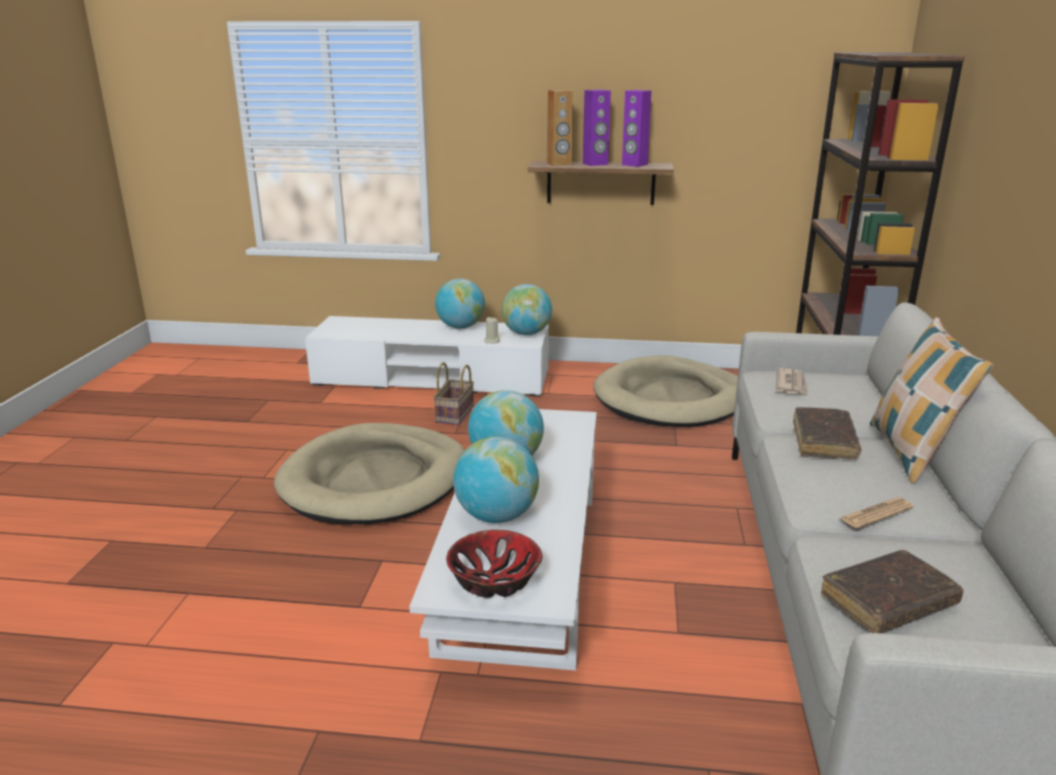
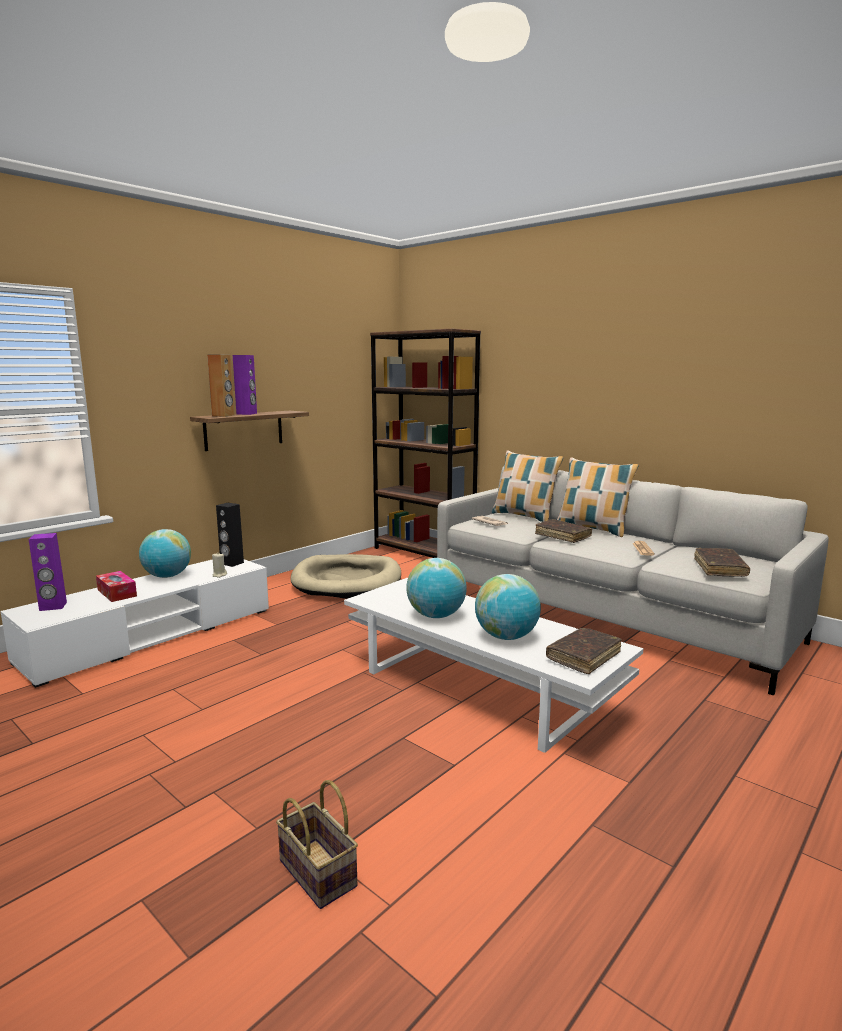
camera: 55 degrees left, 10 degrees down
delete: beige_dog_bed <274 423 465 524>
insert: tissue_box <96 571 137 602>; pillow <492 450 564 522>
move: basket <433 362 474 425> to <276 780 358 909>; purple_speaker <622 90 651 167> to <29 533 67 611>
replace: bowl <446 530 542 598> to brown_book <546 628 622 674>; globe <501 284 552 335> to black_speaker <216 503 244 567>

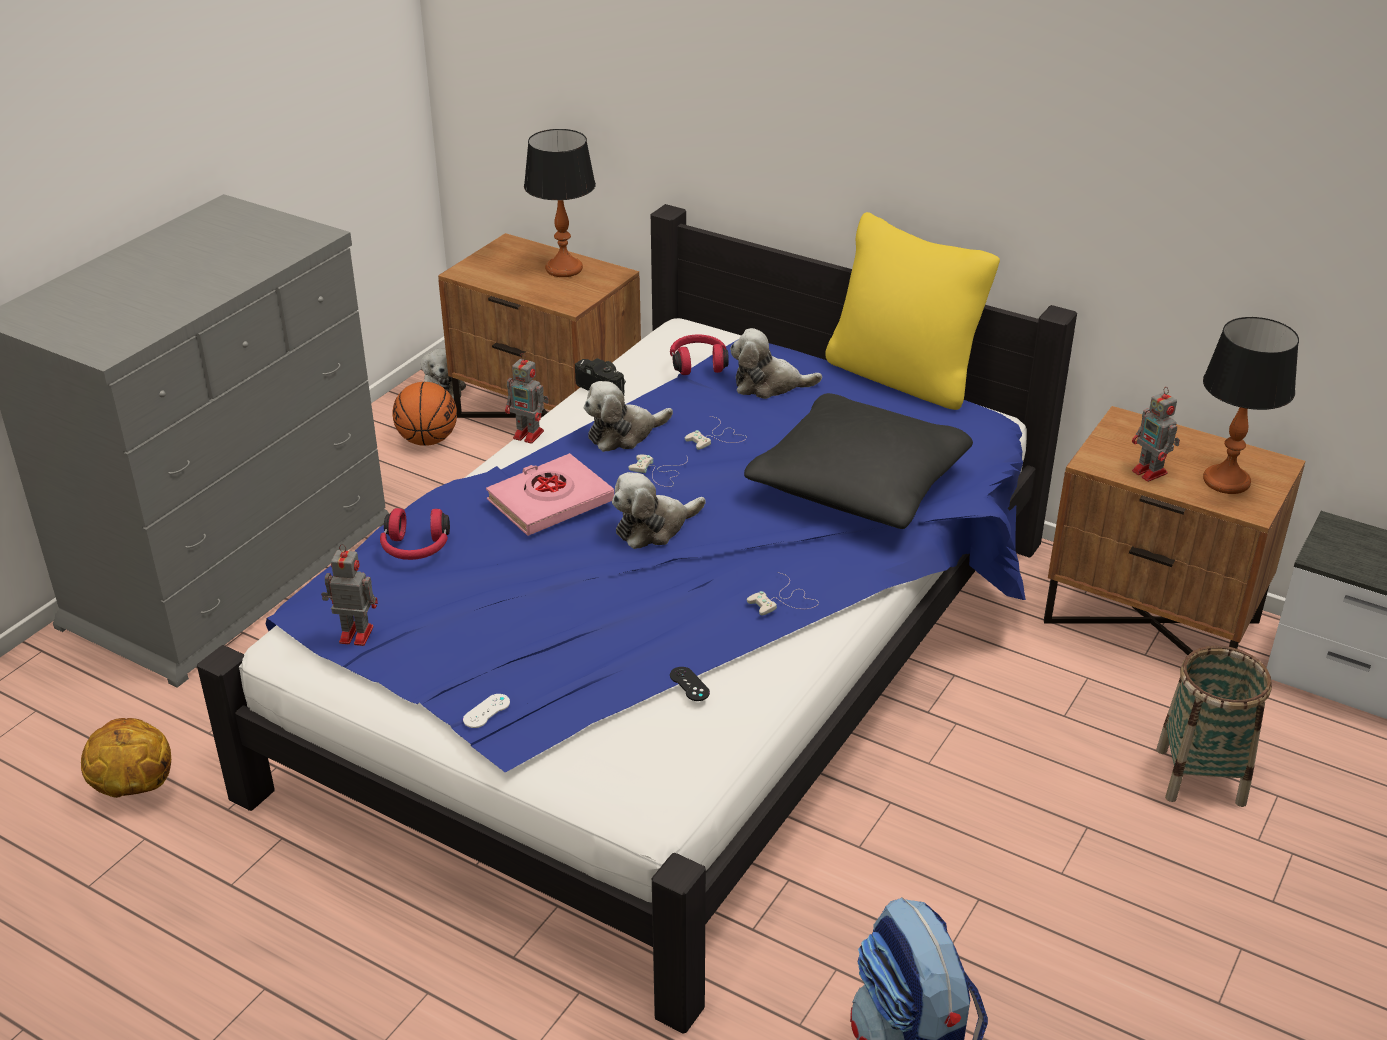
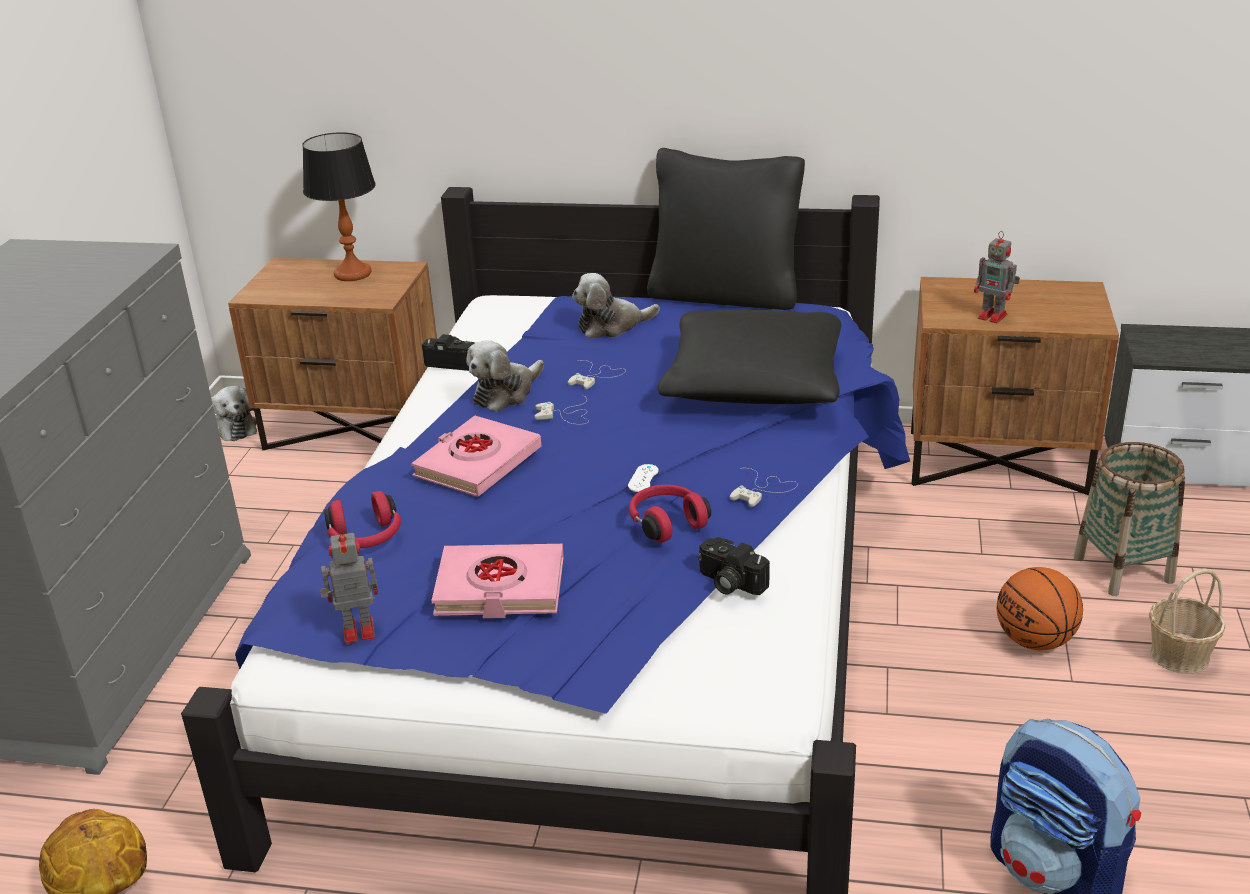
camera: 20 degrees left, 5 degrees down
delete: toy_robot <505 353 549 444>; plush_toy <612 472 705 549>; table_lamp <1203 317 1299 494>
insert: pink_book <431 544 564 618>; basket <1149 568 1226 674>
move: basketball <392 382 457 446> to <997 567 1083 650>; white_game_controller <463 694 510 728> to <628 464 659 492>; red_headphones <670 334 729 375> to <629 485 711 543>
replace: black_game_controller <670 667 710 701> to photo_camera <698 537 770 595>
recolor: yellow_pillow <825 212 1000 410> to black_pillow <647 148 805 310>

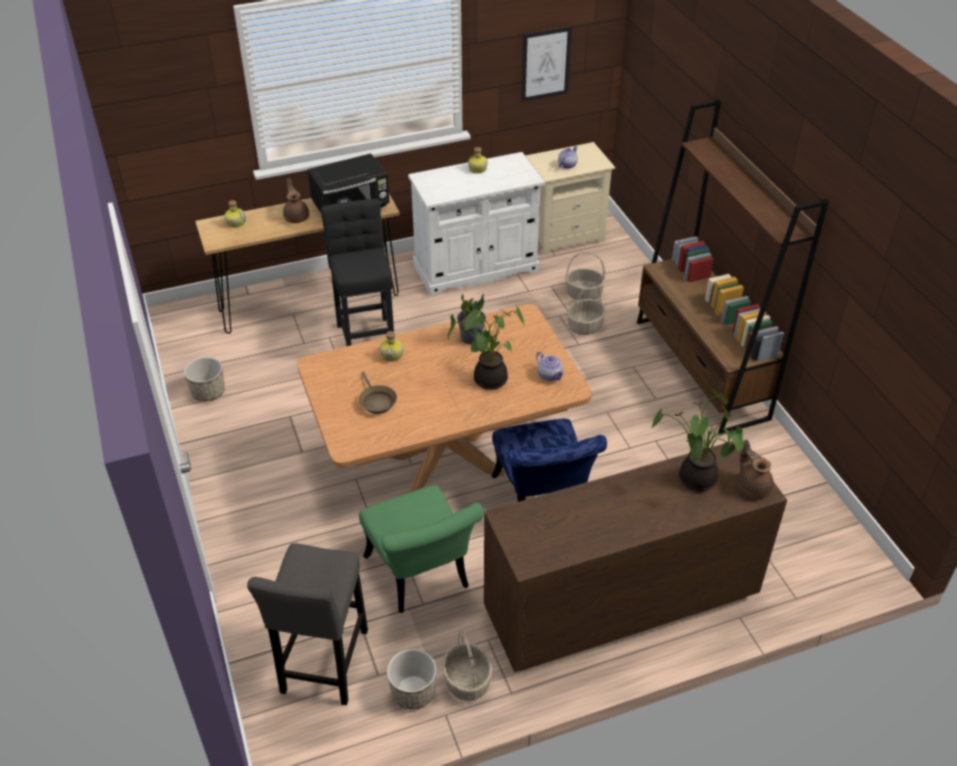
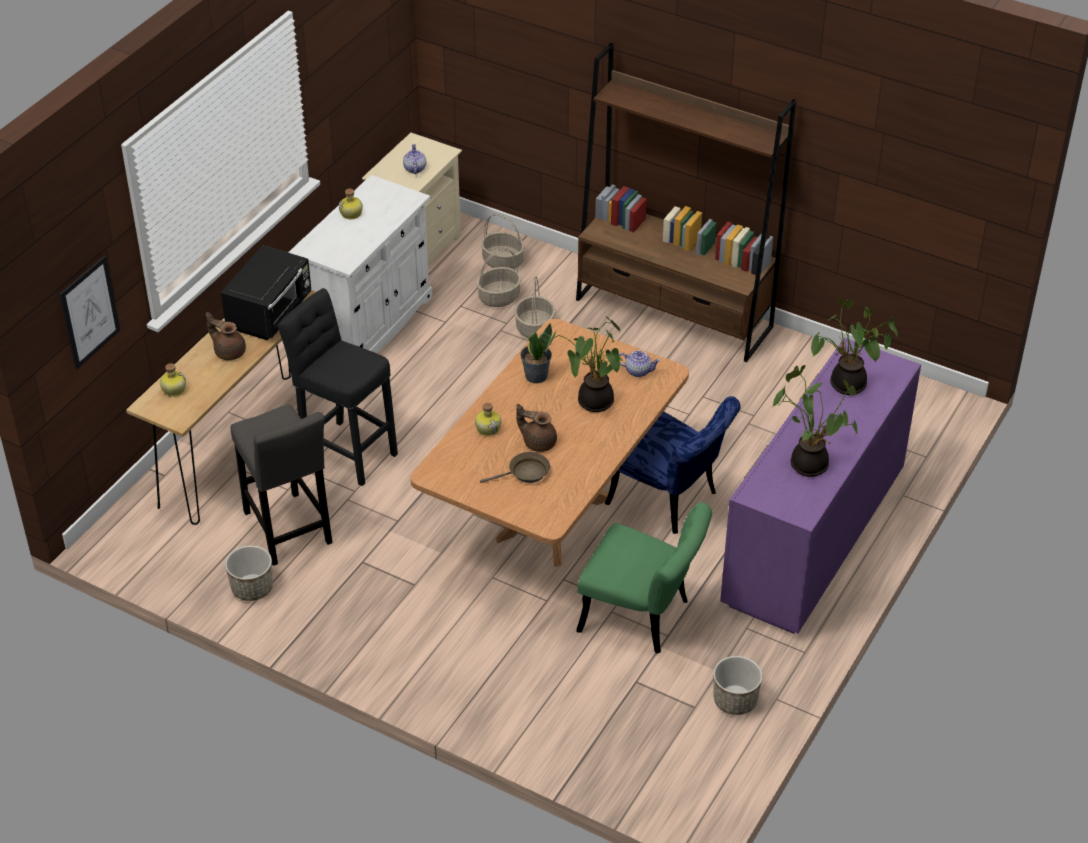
camera: 40 degrees left, 0 degrees up
insert: potted_plant <773 365 858 477>
move: grey_stool <247 543 368 705> to <231 404 332 566>; basket <442 630 492 701> to <481 213 525 269>; picture <521 26 572 102> to <59 255 120 369>; brown_teapot <738 439 774 499> to <516 404 557 452>
recolor: brown_dresser <484 441 787 672> to purple_dresser <720 338 921 634>
rotate: brown_frying_pan <359 372 397 414> = <480 452 550 483> 45 degrees counterclockwise

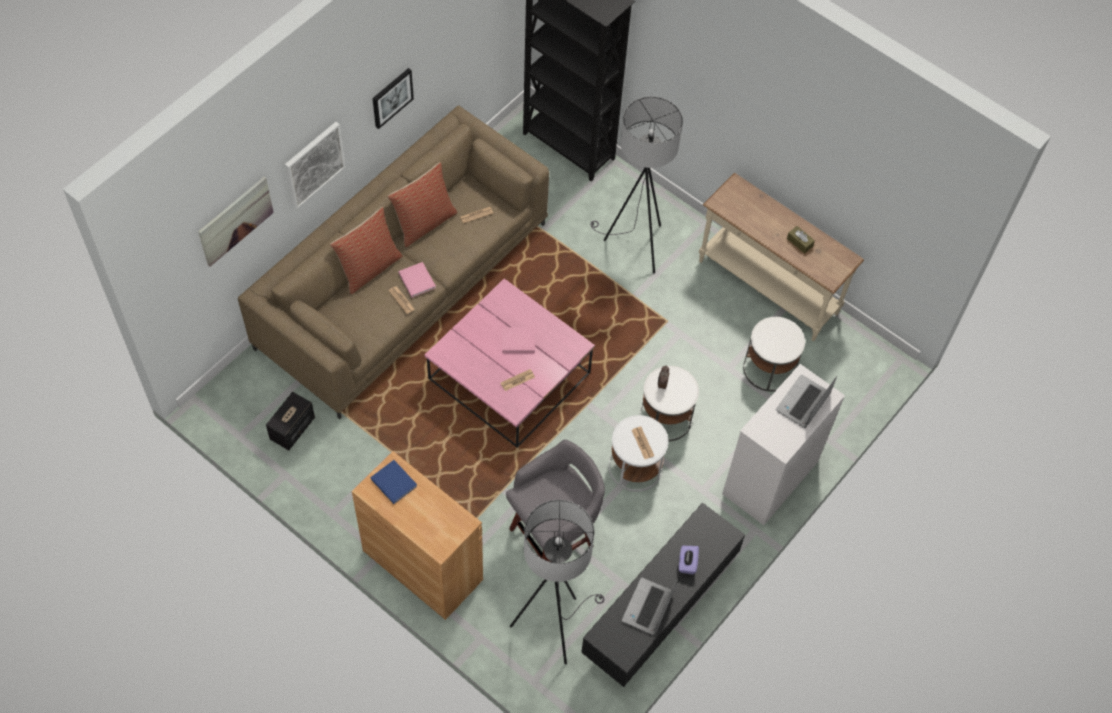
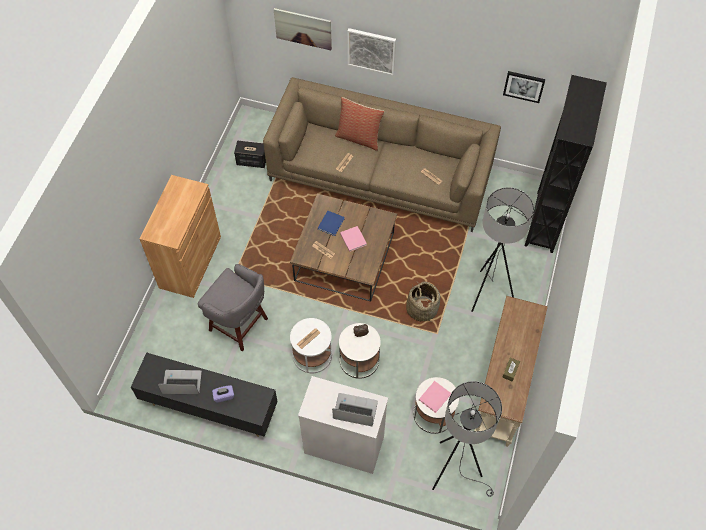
camera: 70 degrees right, 0 degrees up
delete: pillow <388 162 457 247>
insert: basket <406 282 440 322>
move: blue_book <371 460 417 504> to <318 211 345 236>; picture <373 68 414 129> to <503 71 546 103>; pink_book <398 262 436 298> to <419 381 451 413>; grey_floor_lamp <510 500 604 664> to <432 381 502 497>
recolor: pink_coffee_table <425 279 595 448> to brown_coffee_table <290 193 397 302>

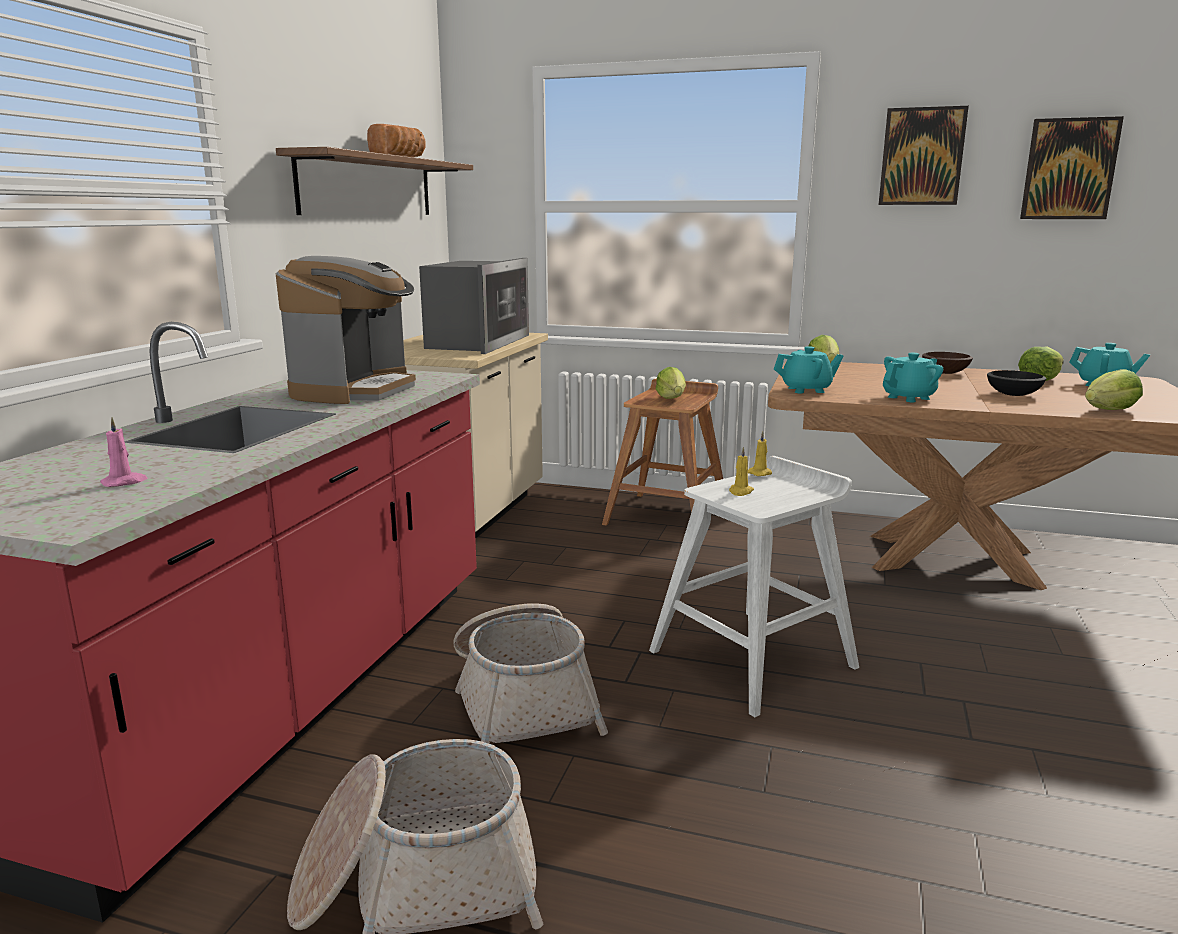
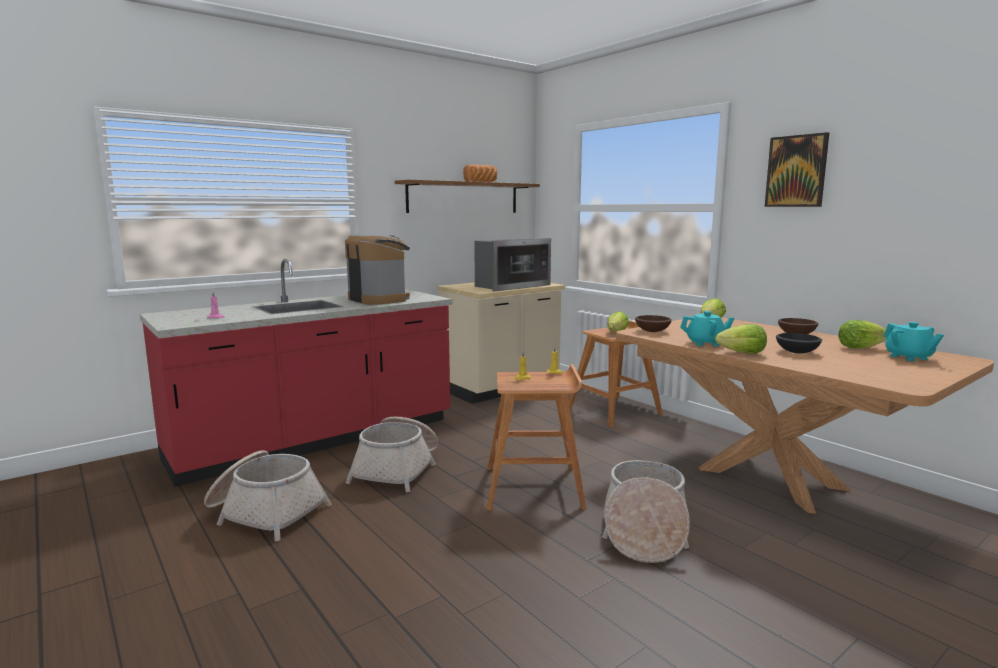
camera: 35 degrees right, 5 degrees down
delete: picture <1020 116 1124 219>
insert: basket <602 460 690 563>
move: lettuce <1085 369 1143 410> to <715 324 767 354>
replace: turquoise_teapot <774 346 844 393> to brown_bowl <635 315 672 332>
recolor: white_stool <649 456 859 717> to brown_stool <487 364 586 510>
rotate: coffee_machine <276 256 416 404> = <345 234 410 305> 90 degrees counterclockwise

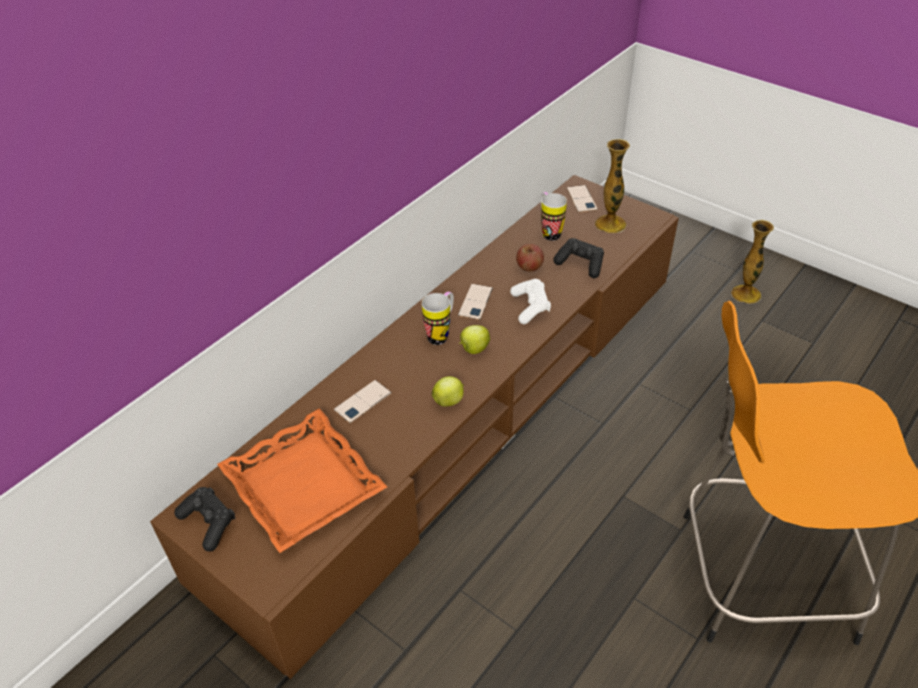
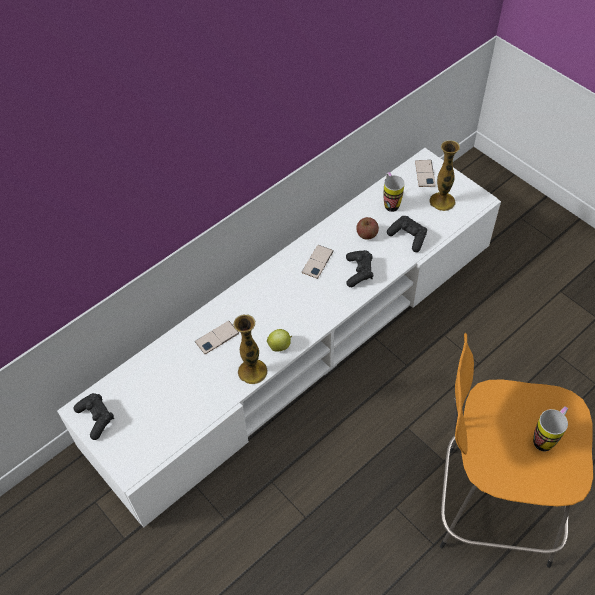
camera: 10 degrees right, 10 degrees up
delete: orange_tray <217 408 387 553>; apple <459 325 490 354>
move: mug <422 292 454 345> to <533 406 568 451>; vase <731 220 774 304> to <233 315 268 384>
recolor: brown_tv_stand <150 175 679 679> to white_tv_stand <57 148 501 527>; white_game_controller <510 279 551 324> to black_game_controller <346 250 373 287>

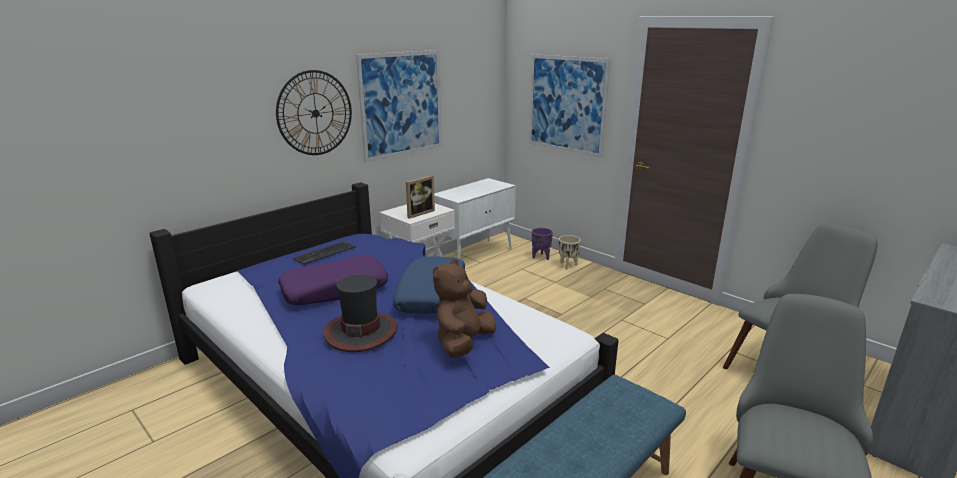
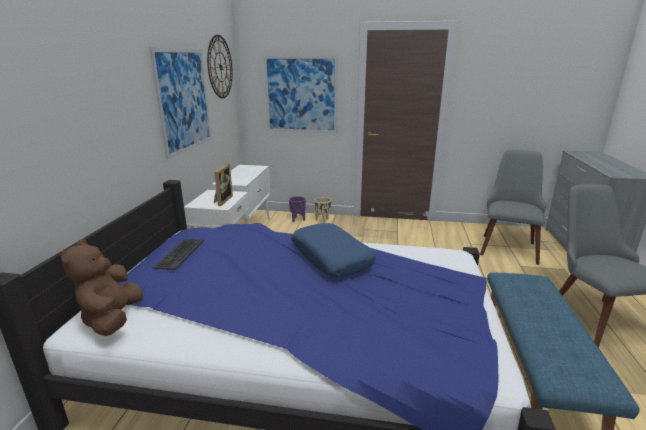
camera: 35 degrees left, 0 degrees up
delete: purple_pillow <278 255 388 305>; hat <324 275 398 352>
move: wall_clock <276 70 352 155> to <207 35 233 98>; brown_plush_toy <433 259 496 358> to <60 239 143 336>

